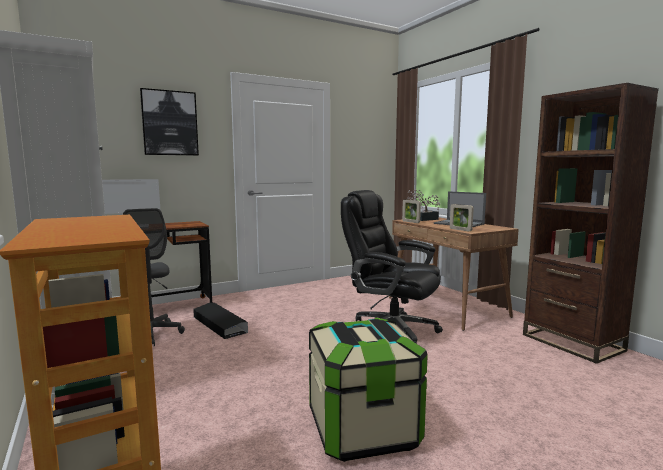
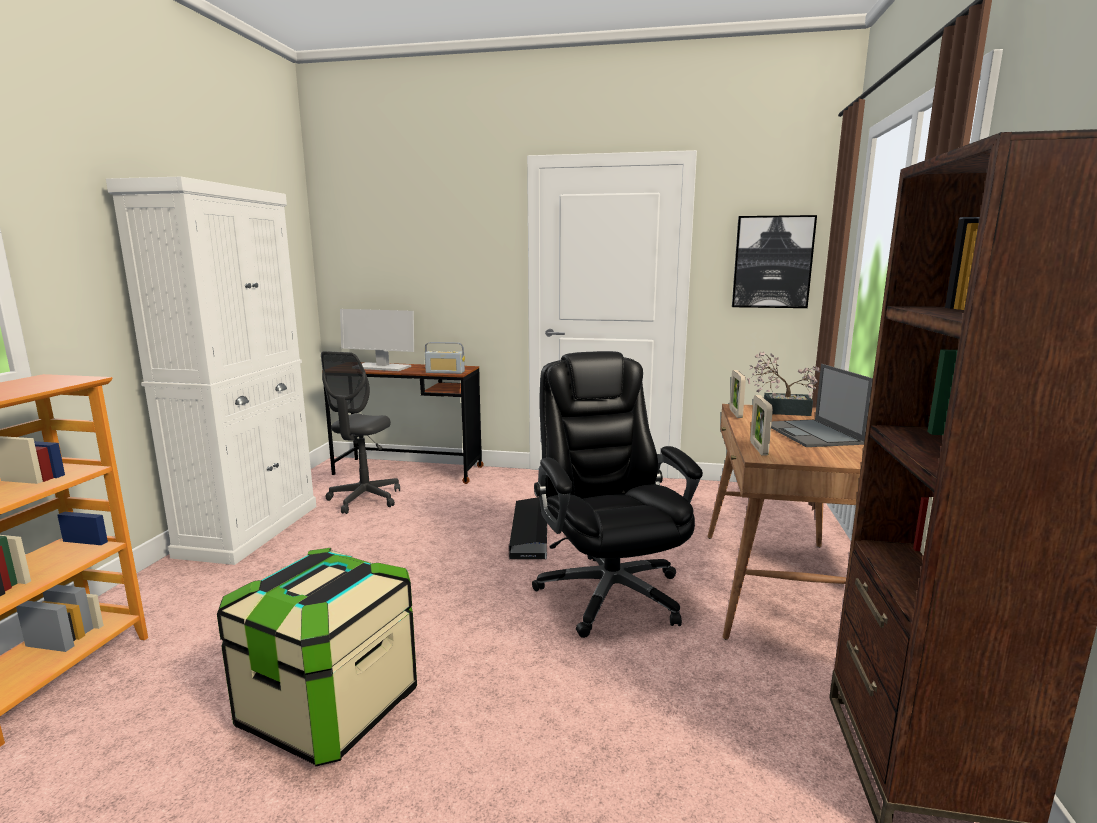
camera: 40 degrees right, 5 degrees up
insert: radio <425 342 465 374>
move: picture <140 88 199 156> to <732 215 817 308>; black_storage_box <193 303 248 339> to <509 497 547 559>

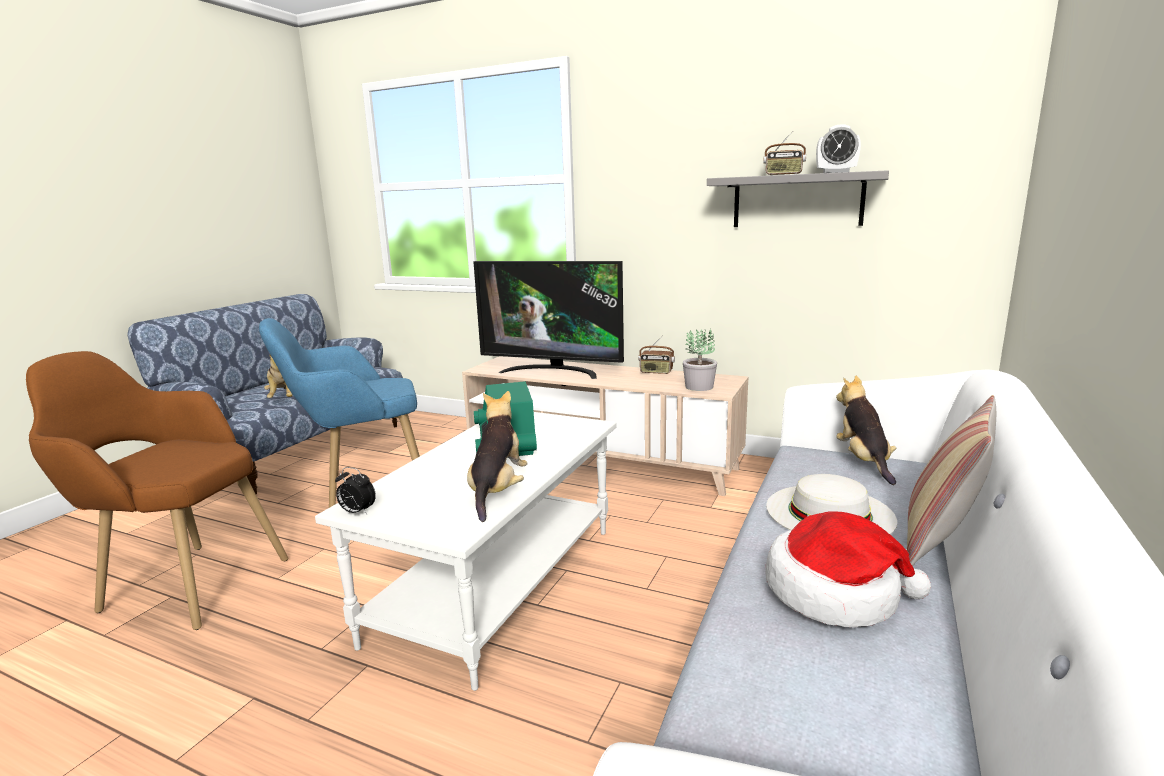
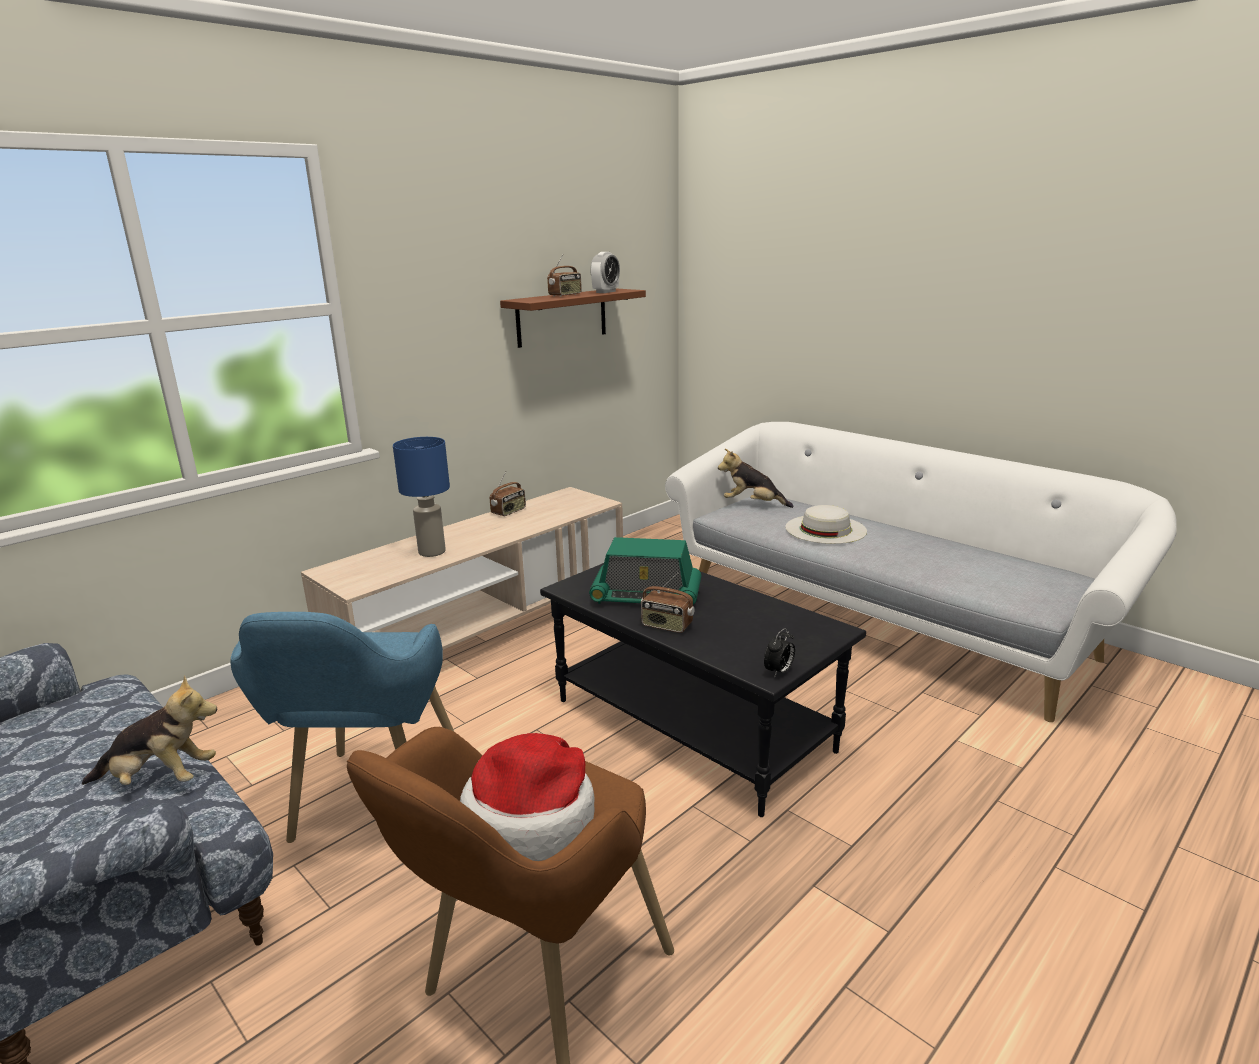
camera: 70 degrees left, 5 degrees up
delete: plush_toy <467 391 528 522>; potted_plant <683 329 717 391>; pillow <907 395 996 566>
insert: radio <641 572 695 633>
move: hat <765 512 931 627> to <460 733 595 861>
replace: television <473 261 624 379> to blue_table_lamp <393 437 450 557>
recolor: white_coffee_table <315 412 617 691> to black_coffee_table <540 563 866 817>; grey_shelf <707 170 889 227> to brown_shelf <500 288 646 348>

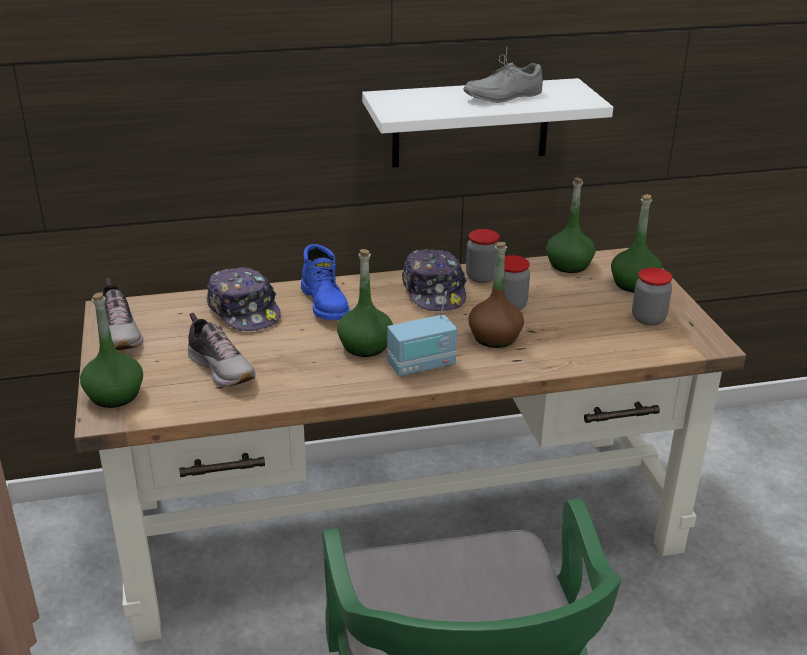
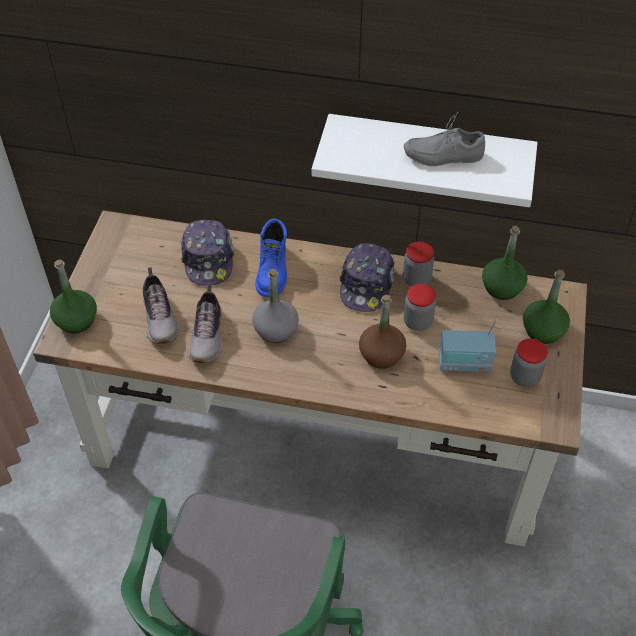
camera: 25 degrees right, 20 degrees up
move: shoe <102 278 143 350> to <188 284 222 363>; radio <387 291 457 377> to <439 319 497 372>
recolor: green_bottle <337 249 393 357> to grey_bottle <252 269 299 343>

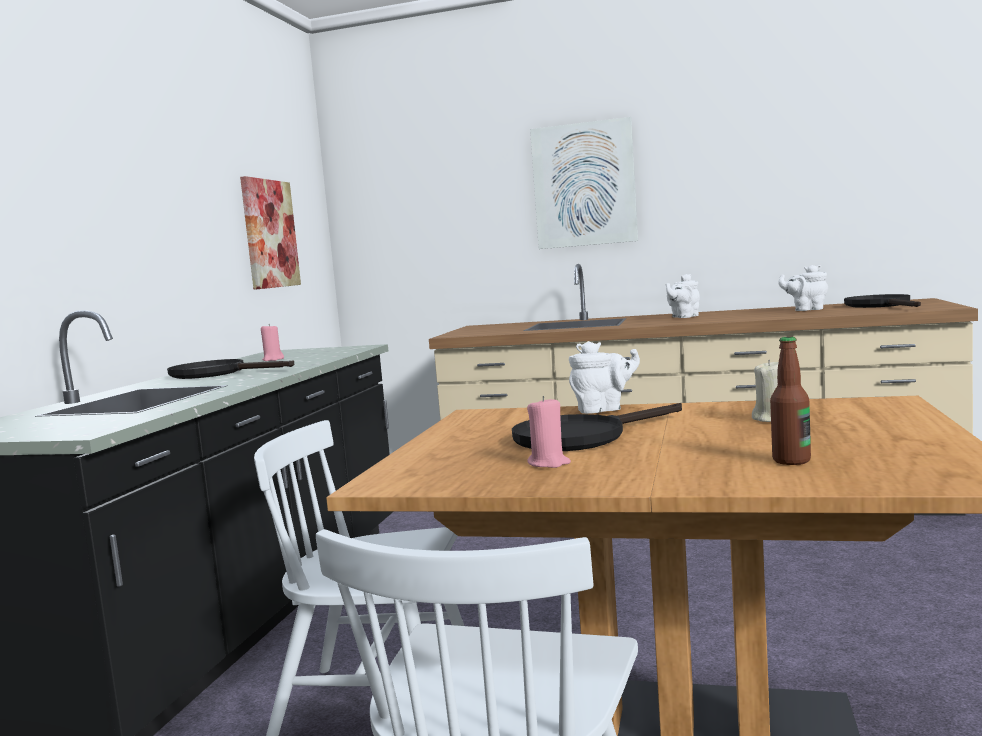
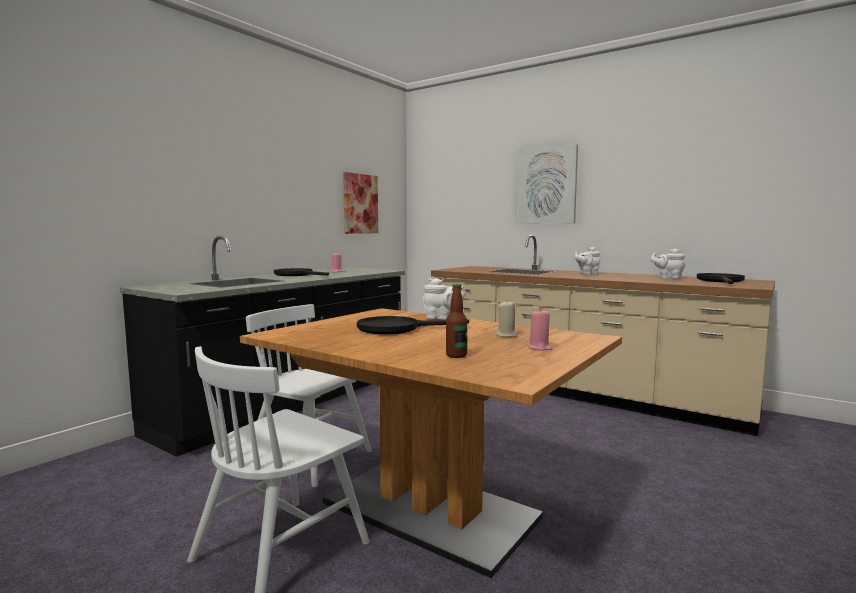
camera: 20 degrees right, 0 degrees up
move: pink_candle <527 396 571 468> to <528 308 553 351>

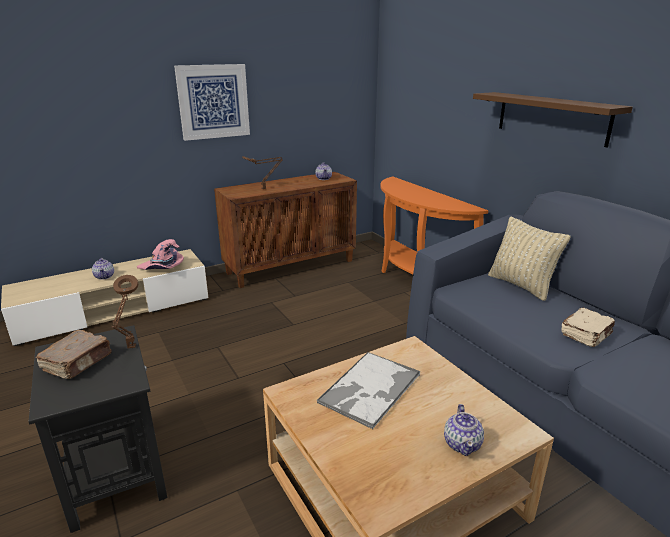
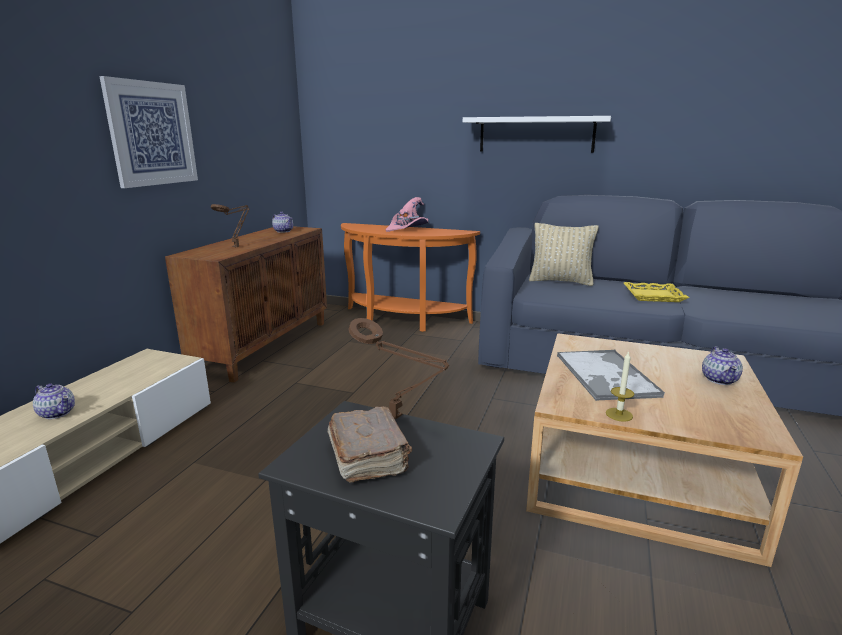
camera: 40 degrees left, 5 degrees down
insert: candle <606 351 634 422>
move: pink_hat <137 239 184 270> to <385 197 428 232>
replace: beige_book <561 308 615 347> to yellow_tray <624 282 689 302>
recolor: brown_shelf <473 92 633 147> to white_shelf <463 116 611 153>
rotate: teapot <444 404 484 456> = <702 346 743 385> 45 degrees clockwise

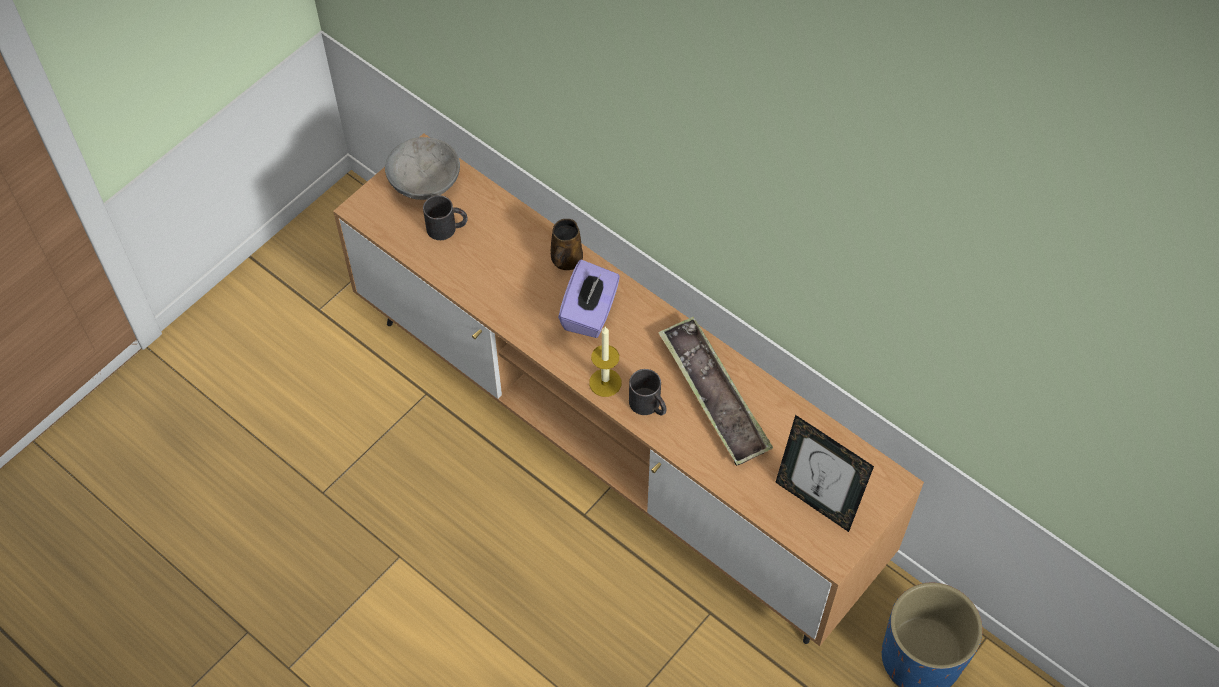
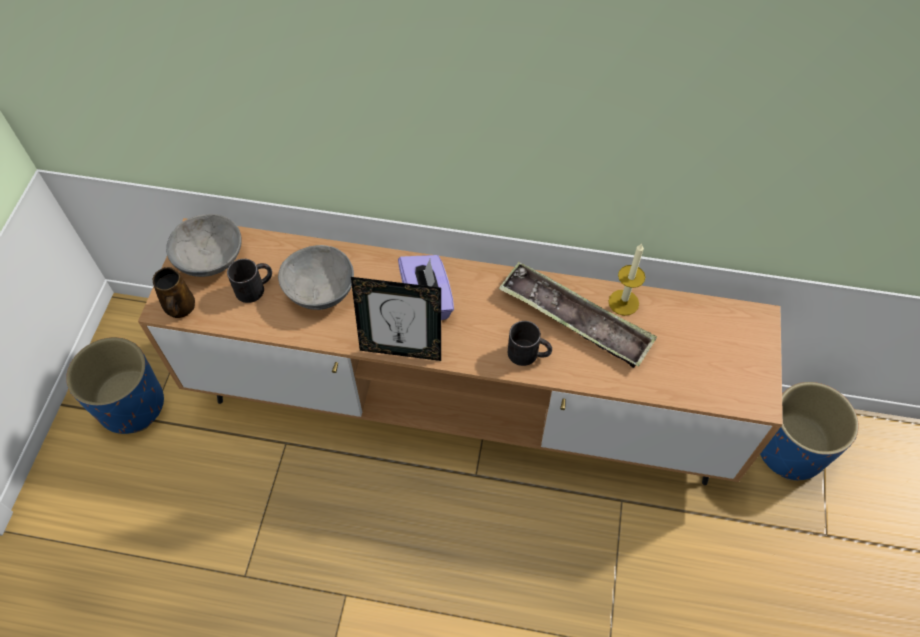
camera: 30 degrees left, 0 degrees up
insert: blue_planter <66 337 164 434>; grey_bowl <278 245 354 310>
move: brown_mug <551 219 583 270> to <153 267 195 318>; candle <589 327 622 397> to <608 243 645 316>; picture_frame <776 415 874 532> to <351 277 441 361>

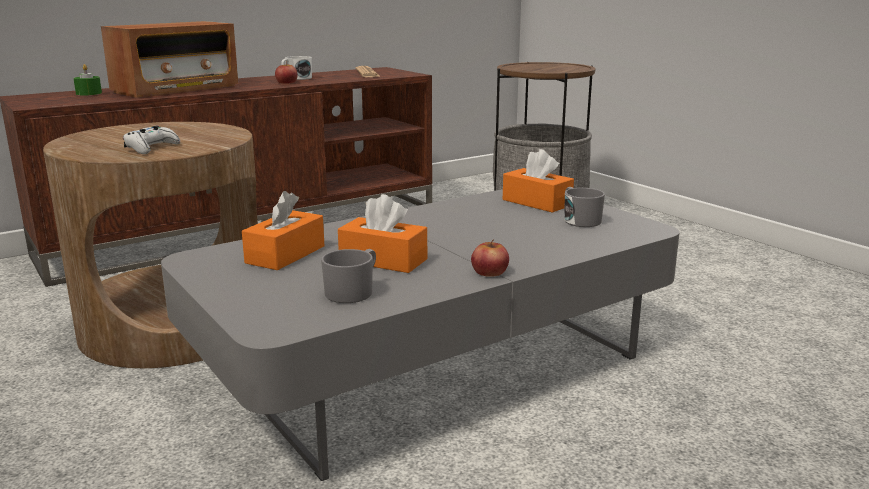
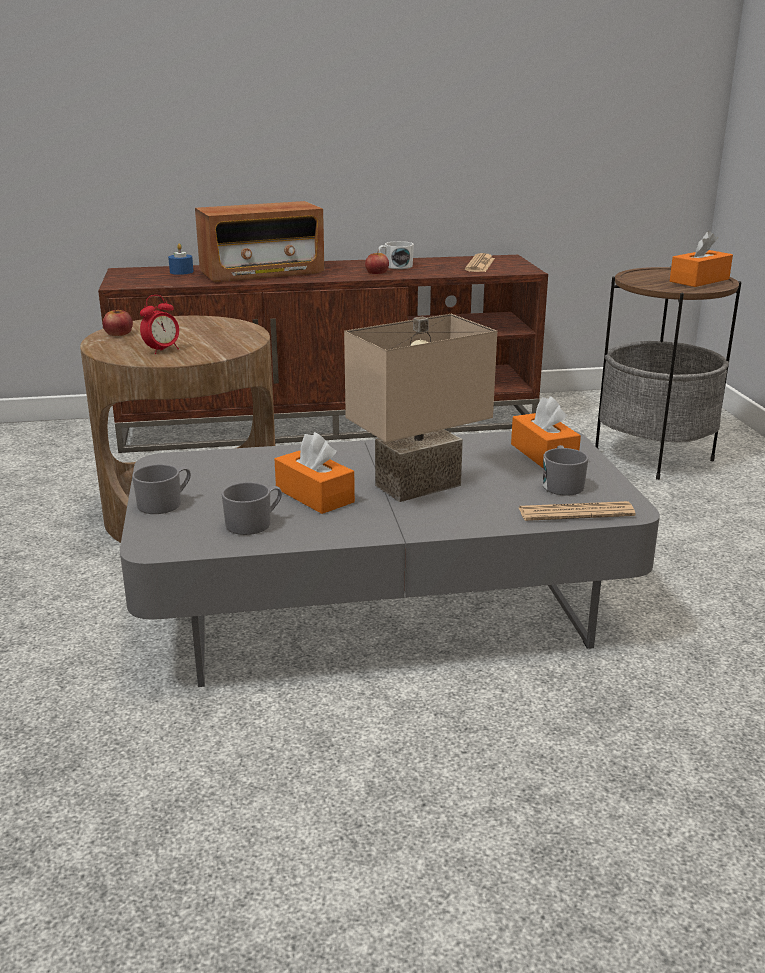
camera: 25 degrees right, 5 degrees up
insert: grey_mug <132 464 191 514>; beige_table_lamp <344 314 497 502>; newspaper <519 501 636 521>
move: orange_tissue_box <242 191 324 270> to <670 231 733 287>; apple <471 239 509 277> to <103 307 133 336>
replace: white_game_controller <123 126 180 154> to alarm_clock <140 295 179 354>
recolor: green_candle <73 64 102 95> to blue_candle <168 244 194 275>

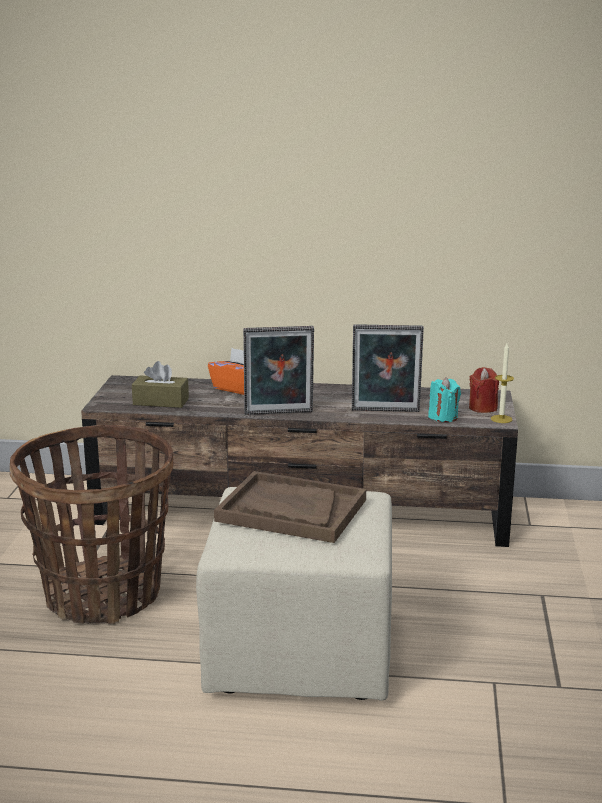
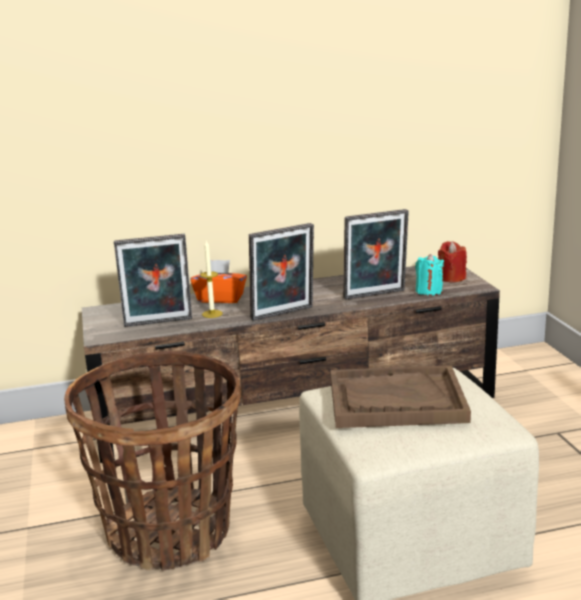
camera: 20 degrees left, 0 degrees up
move: candle <491 343 514 423> to <200 241 223 318>
replace: brown_tissue_box <132 361 189 408> to picture_frame <114 234 192 327>

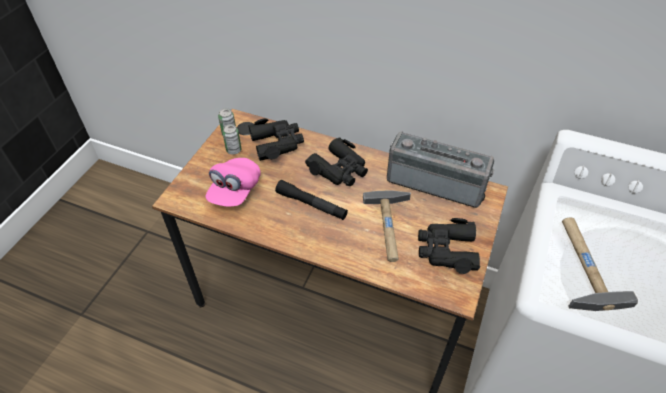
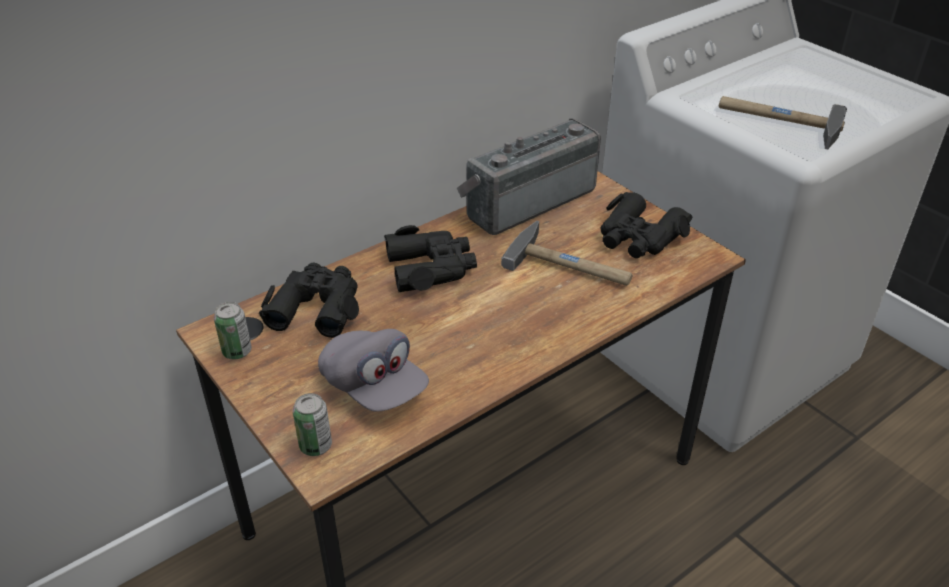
camera: 60 degrees left, 10 degrees down
delete: black_flashlight <275 180 348 220>
move: can <222 124 241 155> to <293 393 332 456>
recolor: pink_cap <206 158 261 207> to grey_cap <318 329 429 412>

